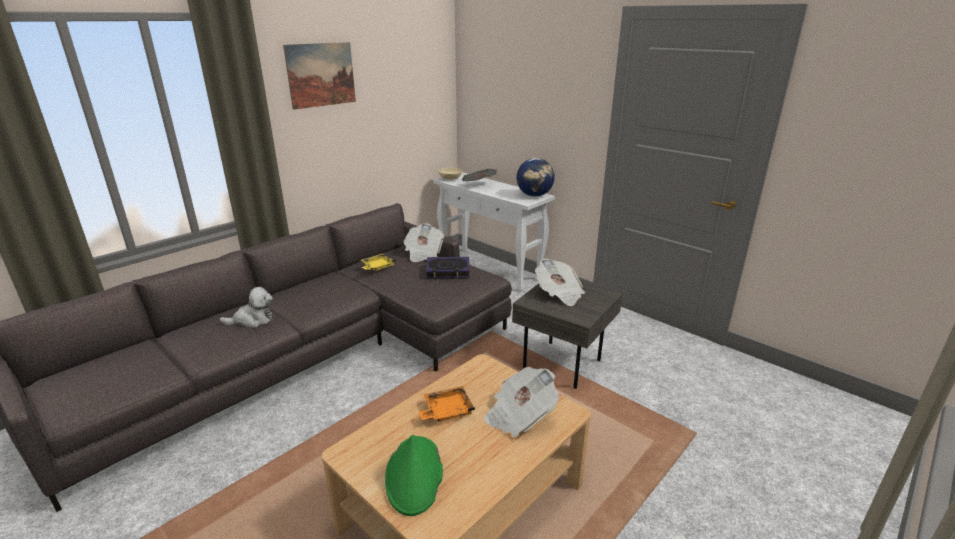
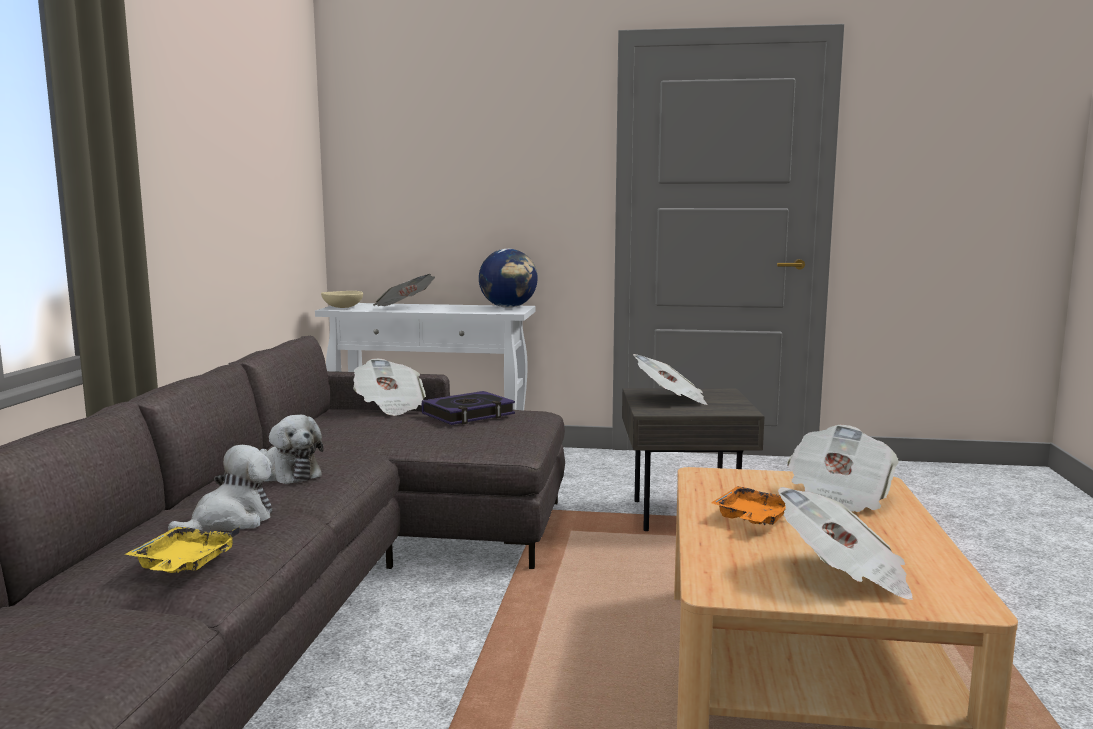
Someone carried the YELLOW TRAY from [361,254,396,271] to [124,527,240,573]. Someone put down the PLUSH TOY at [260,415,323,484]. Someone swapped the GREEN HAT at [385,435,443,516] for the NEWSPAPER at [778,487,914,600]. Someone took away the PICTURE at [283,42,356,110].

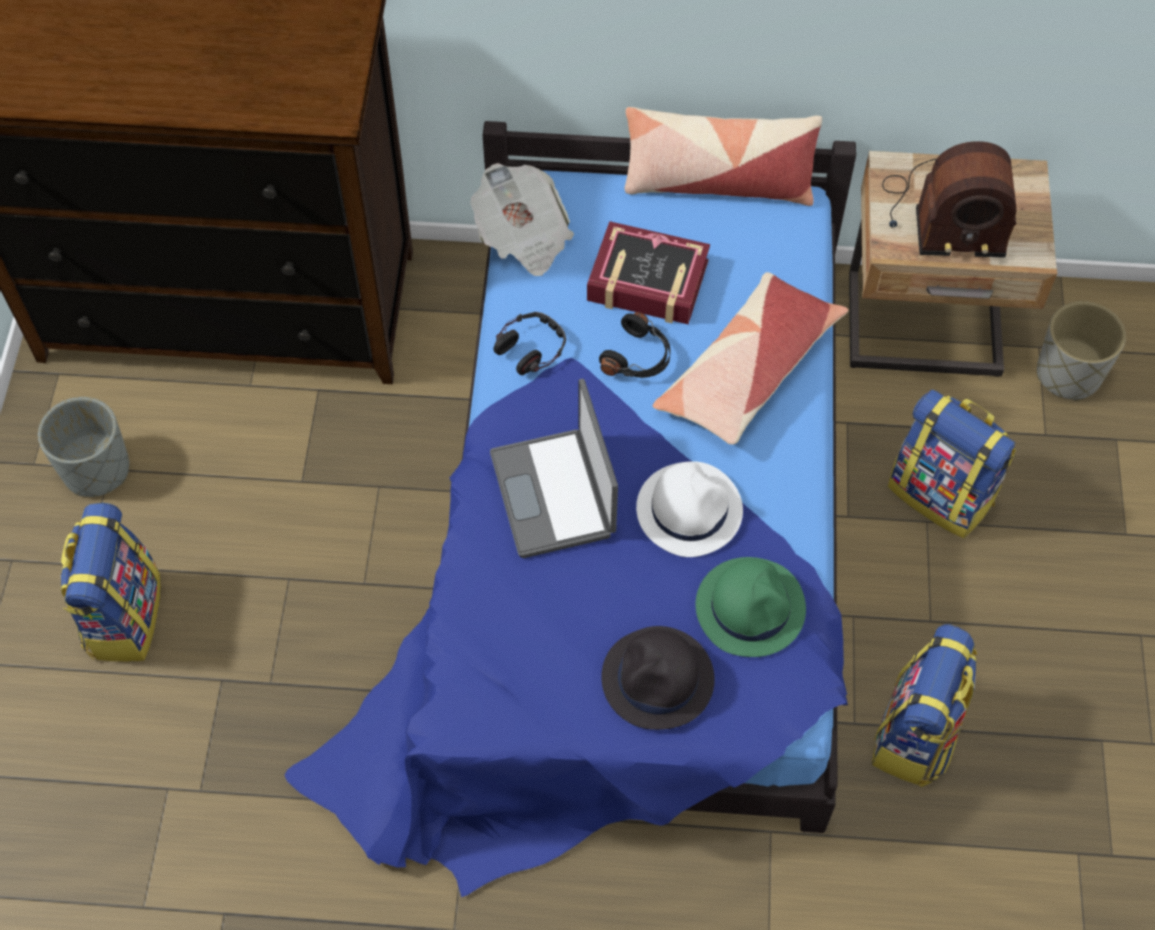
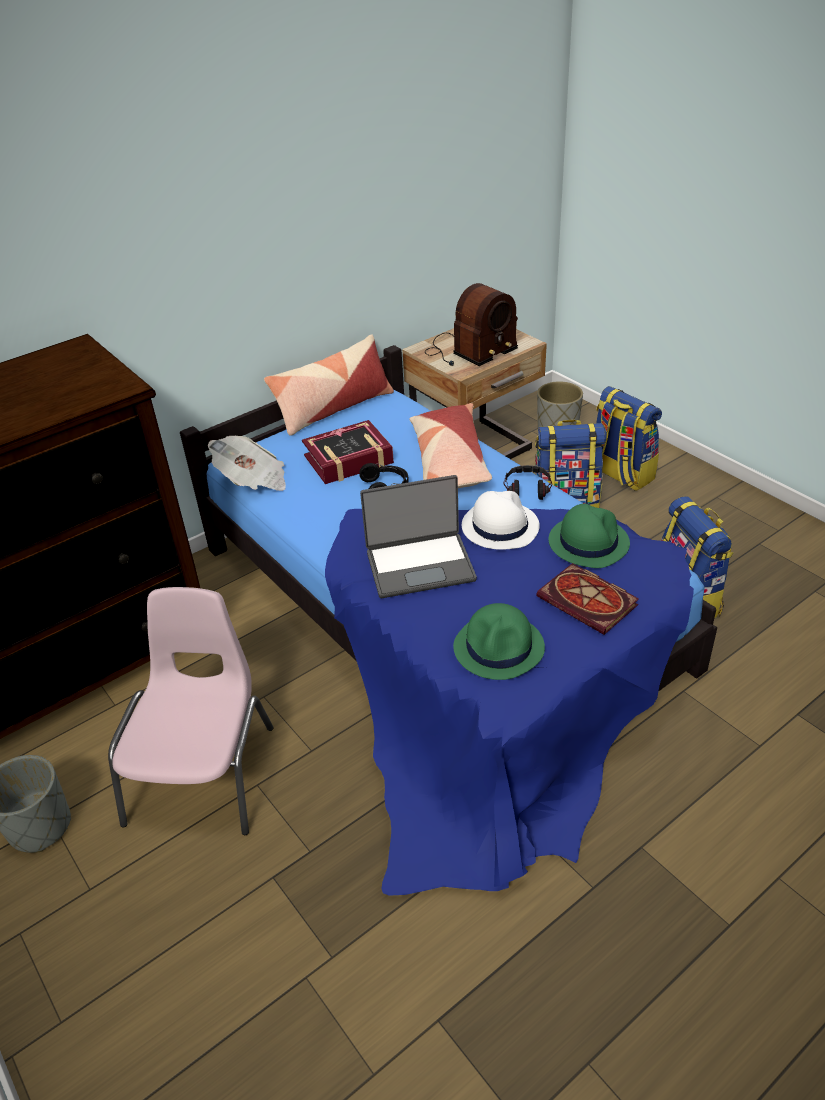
Someone put down the PINK CHAIR at [108,587,273,835]. Someone rotated the LAPTOP at [490,379,618,558] by 45 degrees counterclockwise. Someone put down the GREEN HAT at [453,603,545,680]. Someone carried the HEADPHONES from [493,312,566,375] to [504,465,552,500]. Someone swapped the BLACK HAT at [601,626,715,730] for the BOOK at [536,563,639,635]. Someone carried the BACKPACK from [61,503,161,661] to [596,386,662,491].

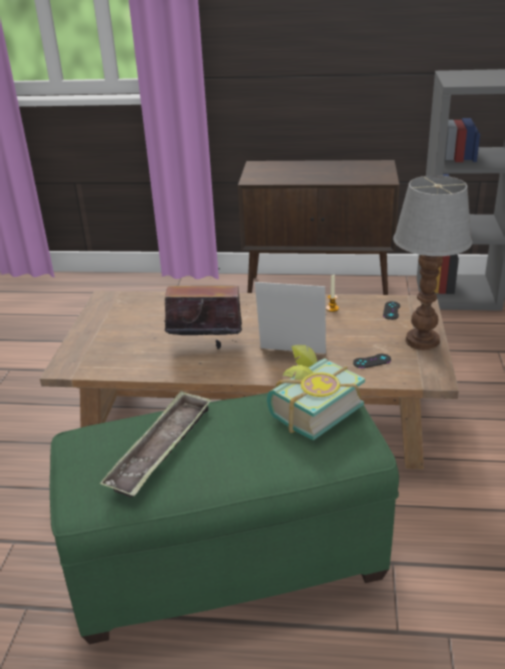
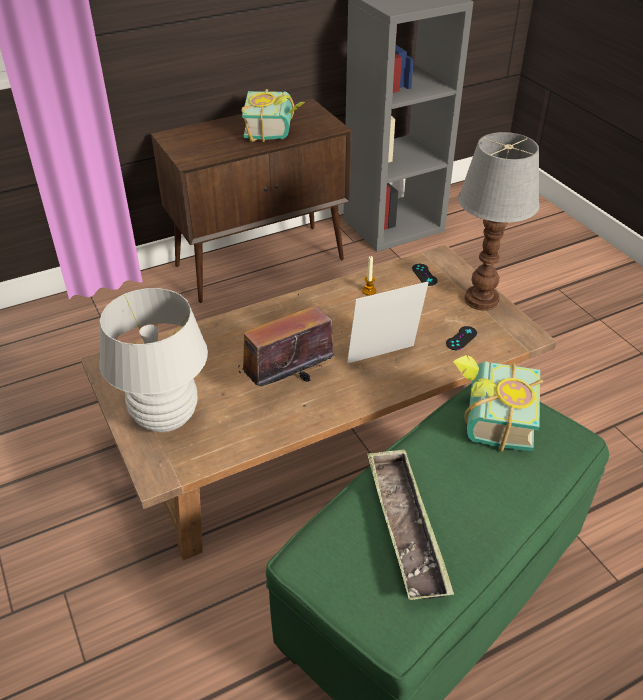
Someone put down the WHITE TABLE LAMP at [99,288,208,432]. Someone put down the BOOK at [241,89,305,142].

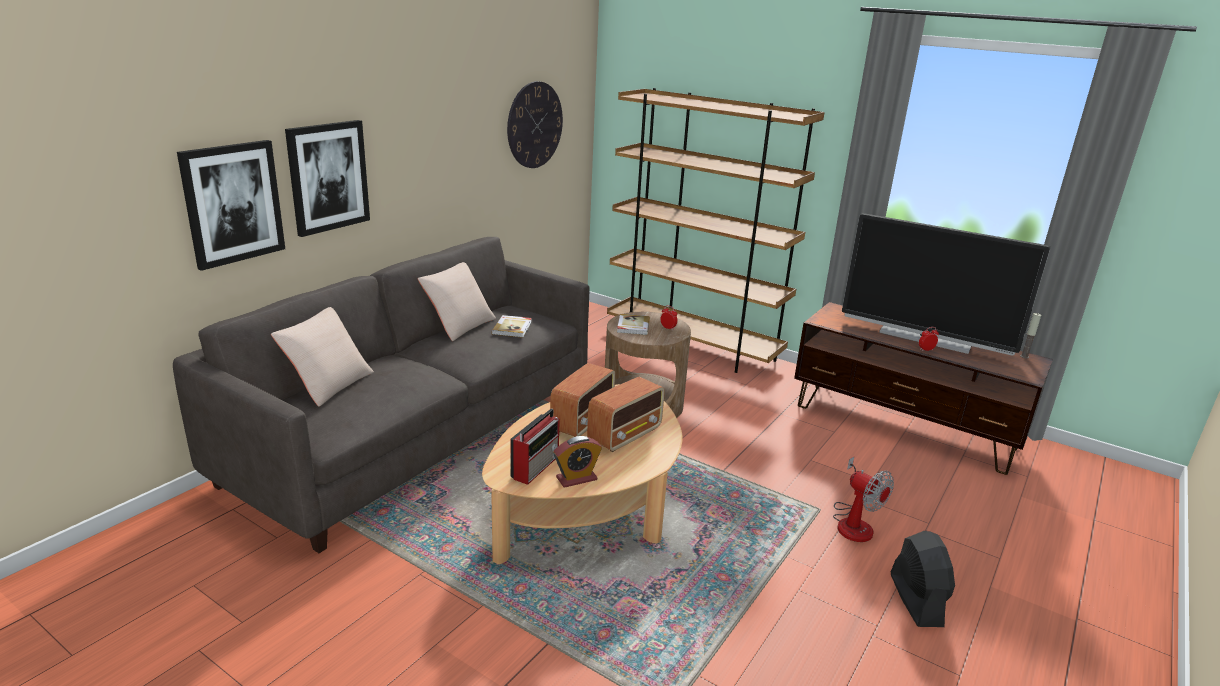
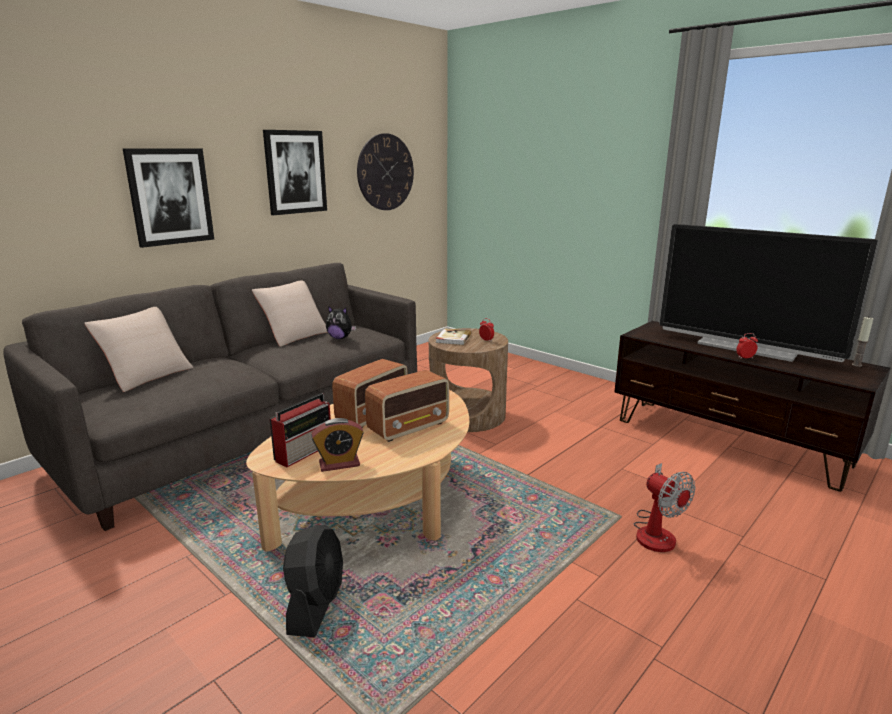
Someone carried the PICTURE from [177,140,285,271] to [263,130,327,215]. Someone carried the BLACK FAN from [891,531,955,627] to [283,525,343,638]. Someone swapped the BOOK at [492,315,532,338] for the PLUSH TOY at [326,306,356,339]. Someone took away the BROWN BOOKCASE at [607,88,825,373].

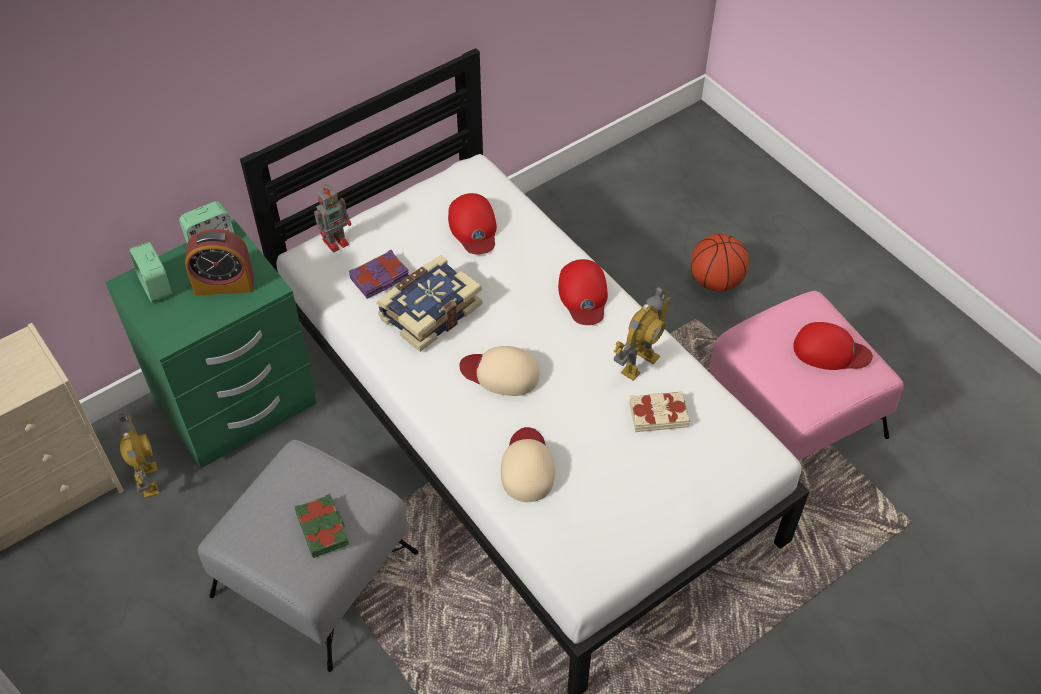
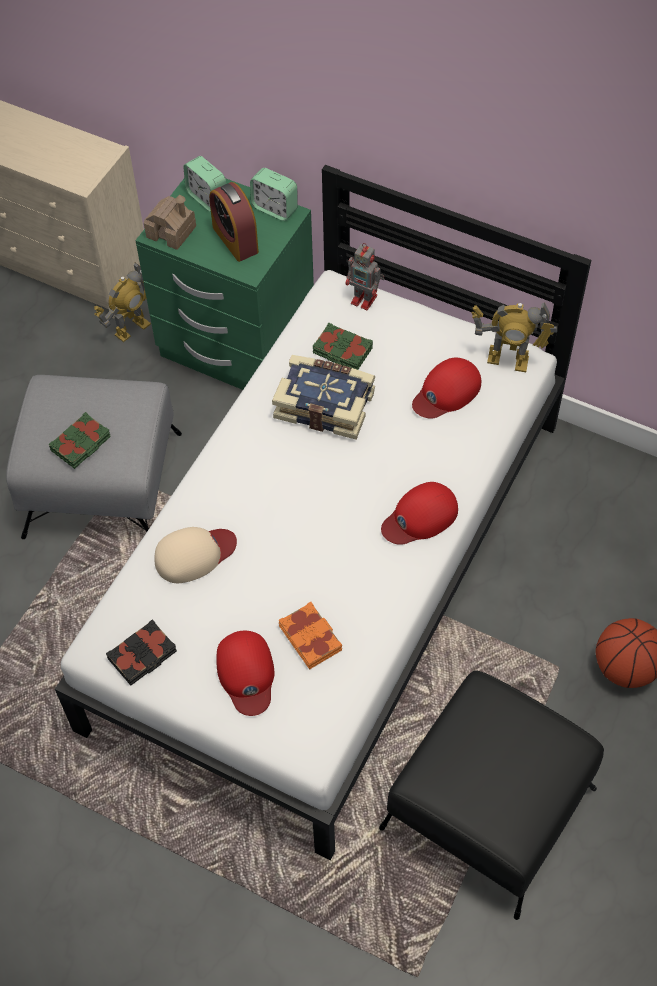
Someone put down the BLACK BOOK at [106,619,177,685]. Someone put down the TOY HOUSE at [144,195,196,250]. Someone rotated the ALARM CLOCK at [129,242,172,302] by 75 degrees counterclockwise. Someone carried the RED CAP from [793,322,873,370] to [216,631,274,716]. Someone repainted the BEIGE BOOK at [629,391,690,432], which became the ORANGE BOOK at [279,602,342,669]. Someone repainted the PURPLE BOOK at [349,250,409,299], which became the GREEN BOOK at [313,322,373,370]. Someone repainted the PINK OTTOMAN at [709,291,904,461], which became the BLACK OTTOMAN at [379,670,604,920]. Someone carried the TOY ROBOT from [613,287,672,381] to [471,302,557,372]. Someone took away the BEIGE CAP at [459,346,540,396].

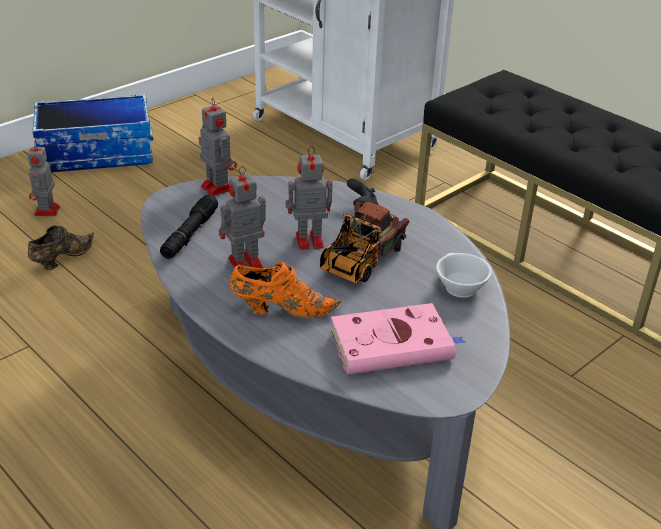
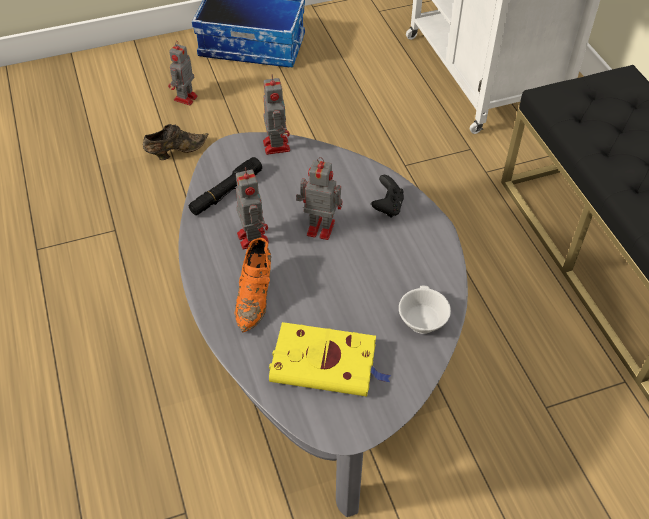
Someone rotated the ORANGE SHOE at [230,262,341,318] by 75 degrees clockwise. Someone rotated the TOY ROBOT at [219,166,266,268] by 75 degrees clockwise. Someone repainted the PINK BOOK at [331,303,465,375], which became the YELLOW BOOK at [269,322,391,397]. Someone took away the TOY TRUCK at [319,201,409,283].

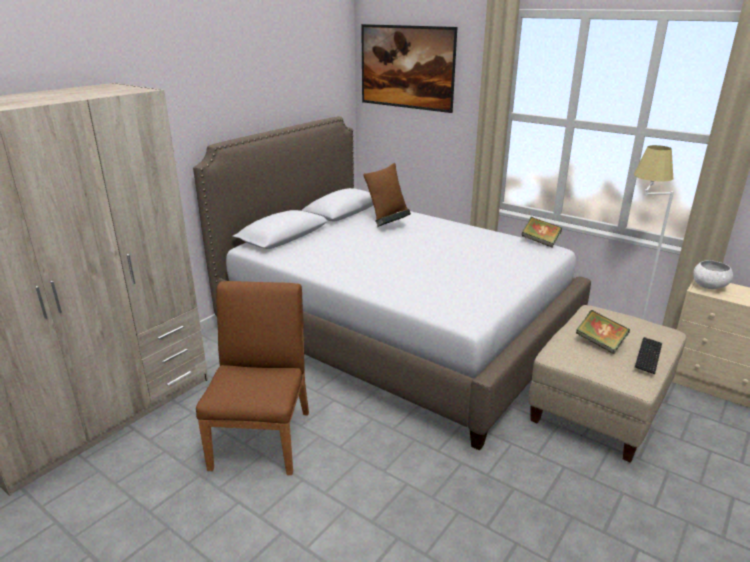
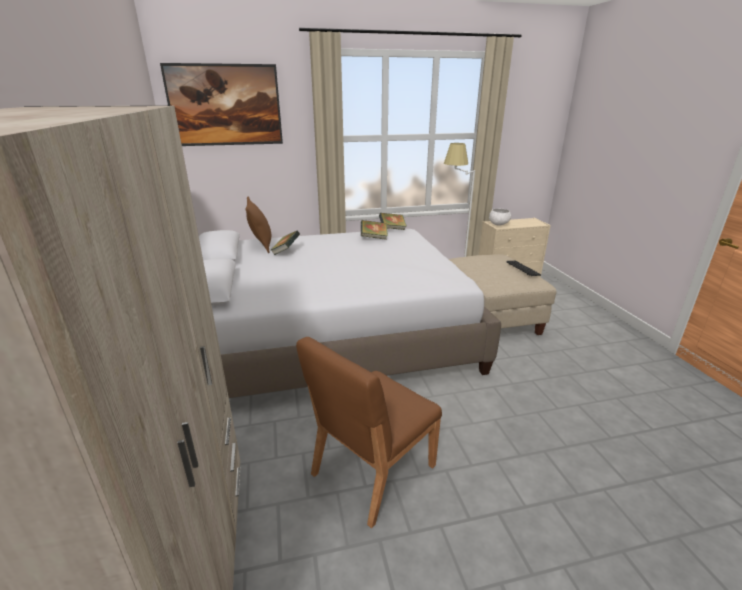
Someone rotated the BROWN CHAIR at [196,281,309,475] by 90 degrees counterclockwise. Someone carried the BOOK from [576,310,630,354] to [361,220,388,240].

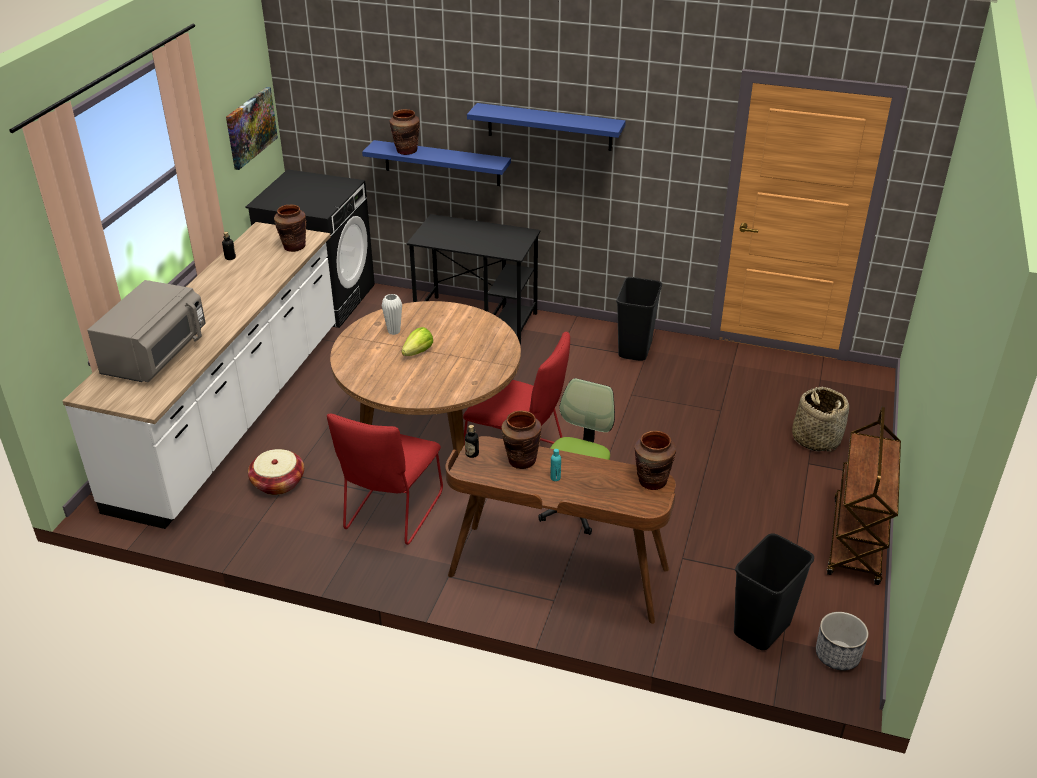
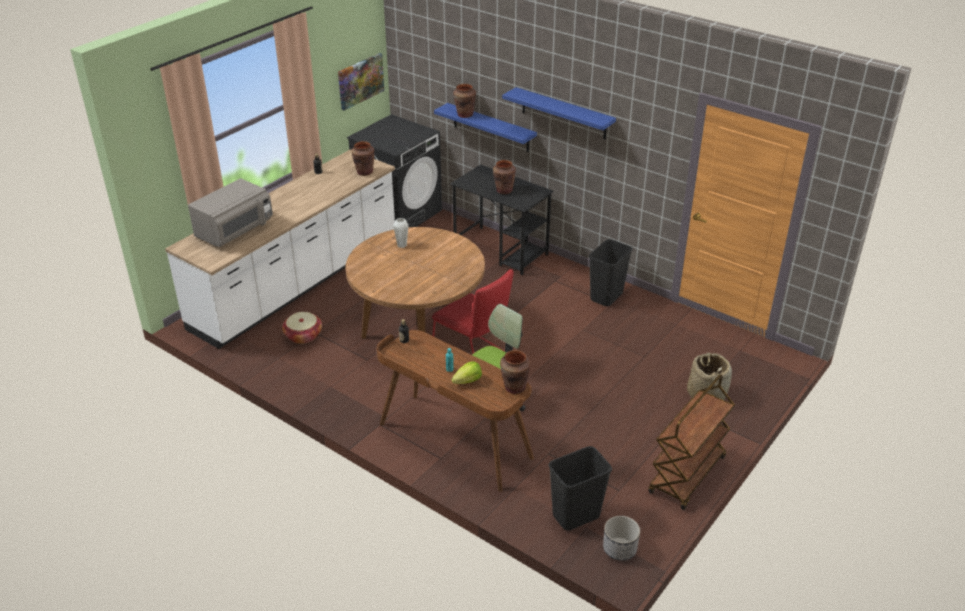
Someone carried the LETTUCE from [401,327,433,356] to [452,361,482,384]. Someone carried the BROWN VASE from [502,411,542,469] to [493,160,516,194]. Someone took away the RED CHAIR at [327,414,443,545].

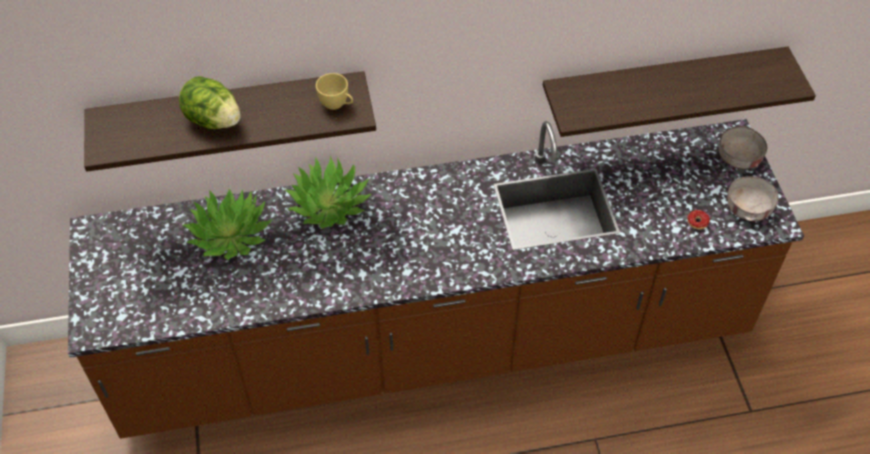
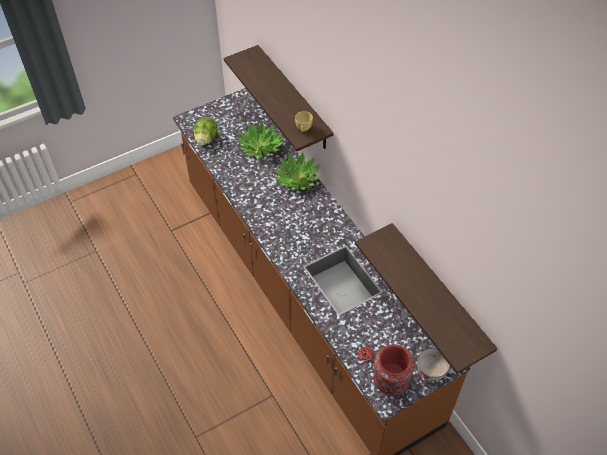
Someone carried the LETTUCE from [179,76,240,129] to [193,117,218,145]. Someone swapped the GREY BOWL at [727,176,778,221] for the RED VASE at [373,344,415,396].

